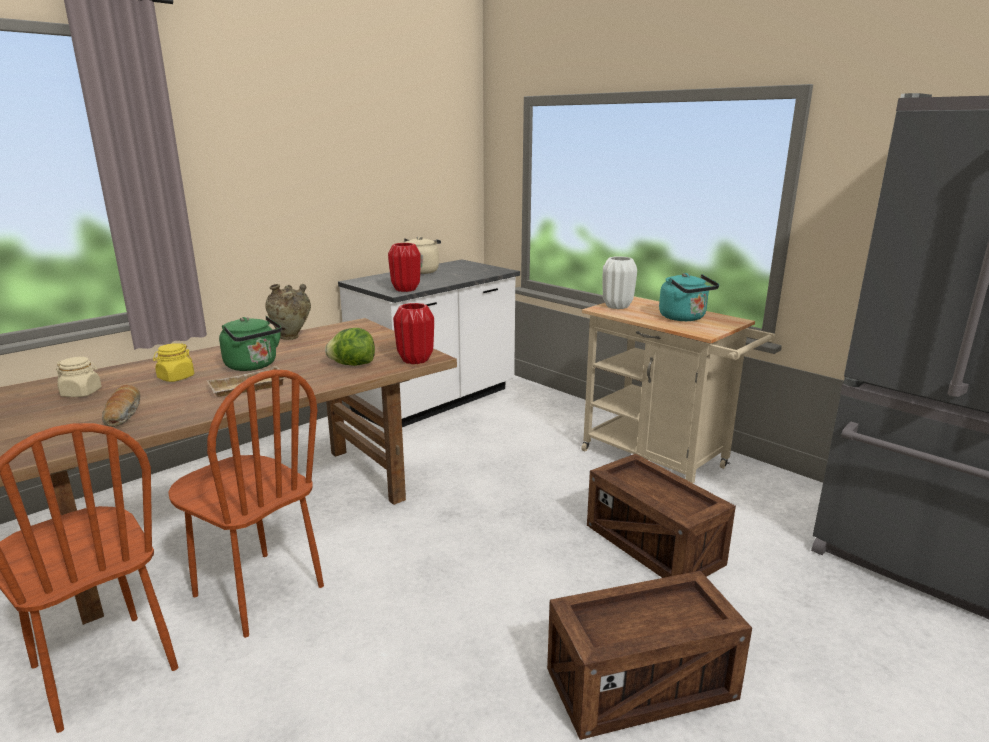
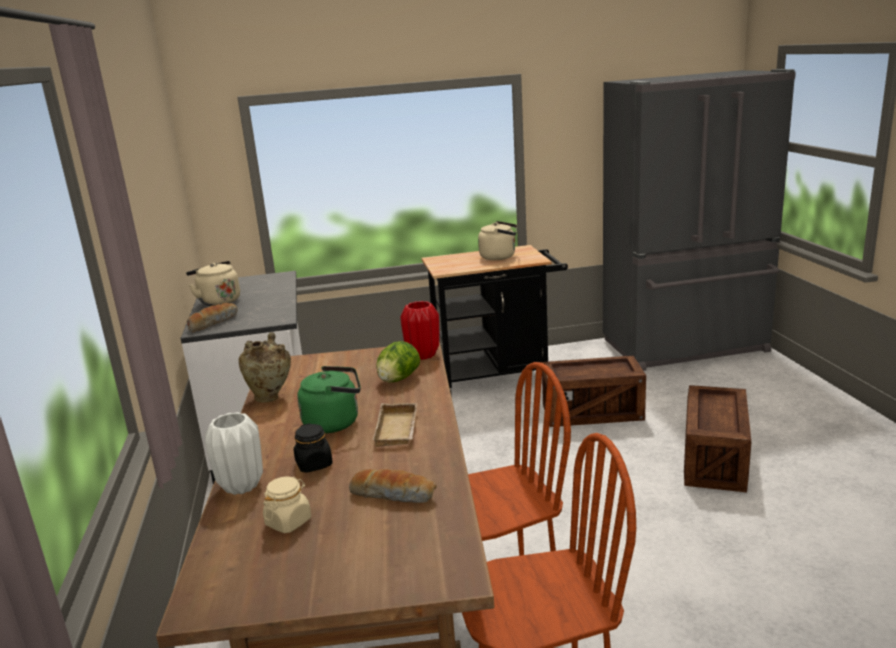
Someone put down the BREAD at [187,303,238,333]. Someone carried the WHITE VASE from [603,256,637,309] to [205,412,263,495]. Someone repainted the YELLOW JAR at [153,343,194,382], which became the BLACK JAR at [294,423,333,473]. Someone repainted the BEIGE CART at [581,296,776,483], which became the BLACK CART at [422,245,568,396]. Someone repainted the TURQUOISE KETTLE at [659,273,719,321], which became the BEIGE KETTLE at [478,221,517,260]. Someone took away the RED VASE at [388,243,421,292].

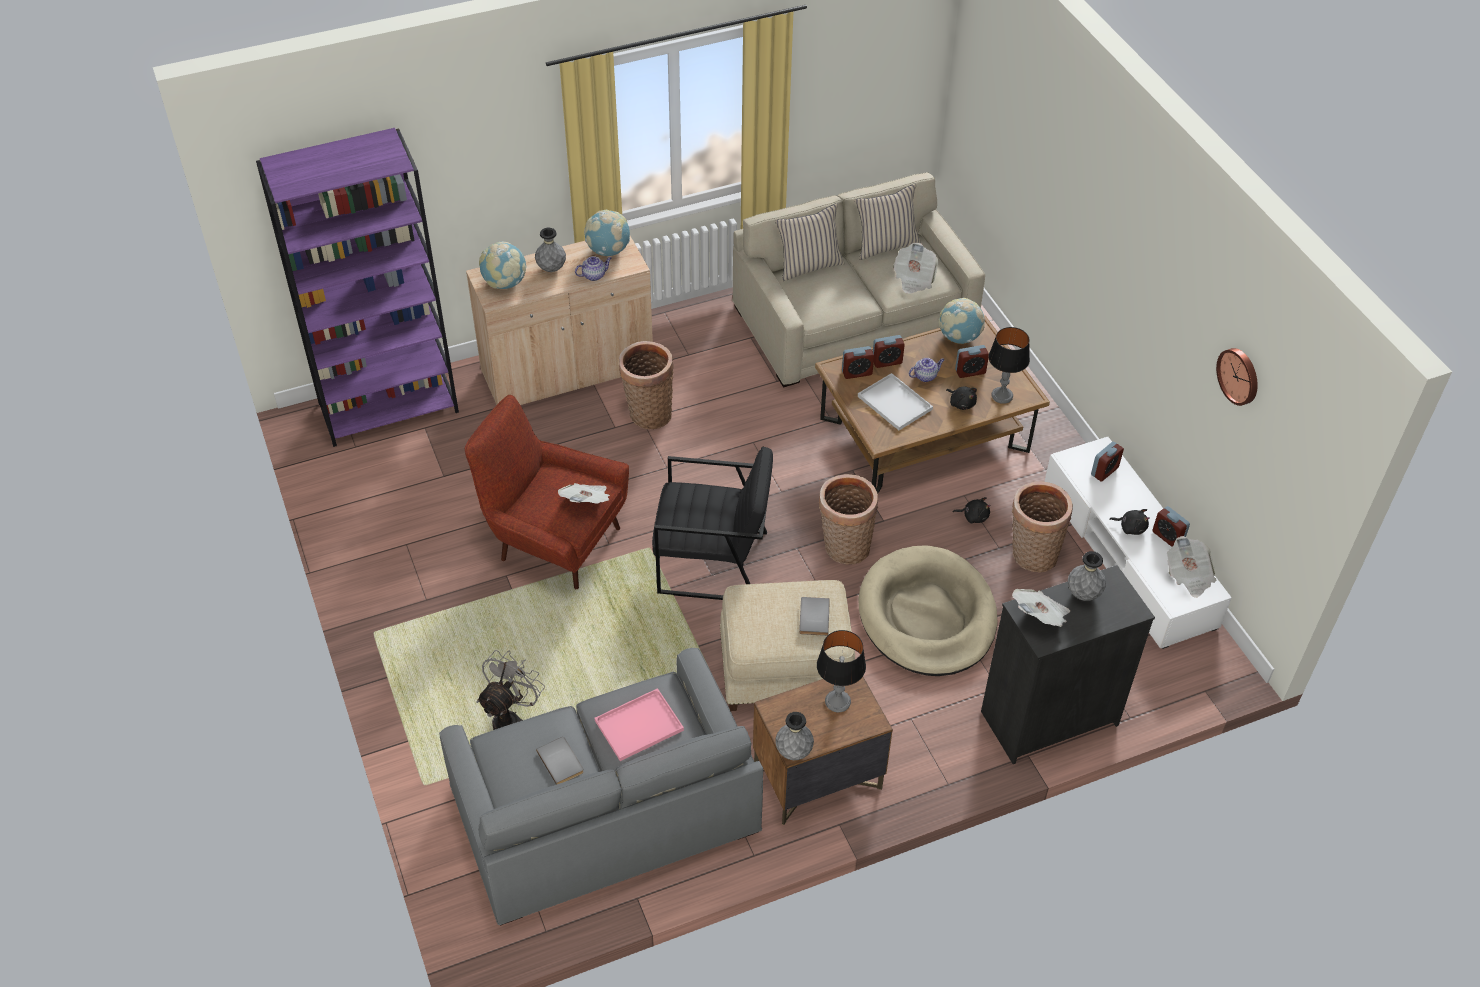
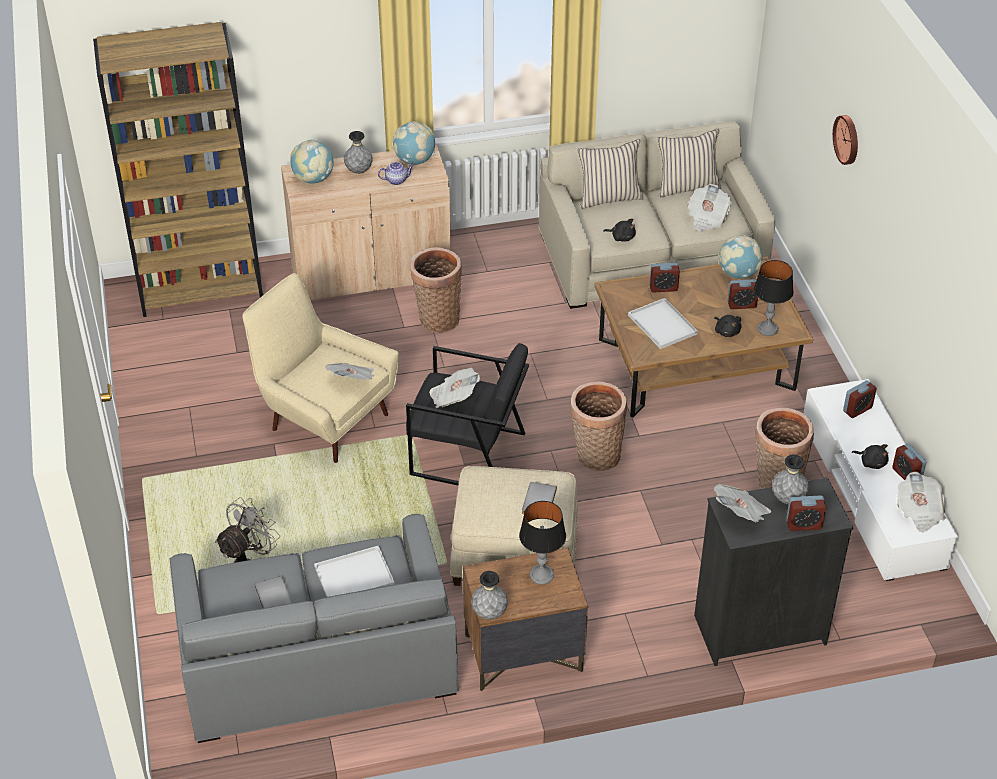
Someone repainted the PURPLE BOOKCASE at [256,128,459,447], which became the BROWN BOOKCASE at [93,22,263,317]. Someone repainted the RED ARMCHAIR at [465,395,629,589], which became the BEIGE ARMCHAIR at [242,273,399,463]. Someone repainted the PINK TRAY at [595,688,684,761], which became the WHITE TRAY at [314,546,395,597]. Someone put down the NEWSPAPER at [429,368,480,408]. Someone carried the BLACK PLUSH TOY from [953,497,990,523] to [603,219,636,242]. Someone carried the ALARM CLOCK from [842,346,874,379] to [786,495,827,531]. Someone carried the WALL CLOCK from [1216,348,1258,406] to [833,115,858,165]. Someone took away the BEIGE DOG BED at [858,545,997,676]. Someone took away the TEAPOT at [909,358,945,382].

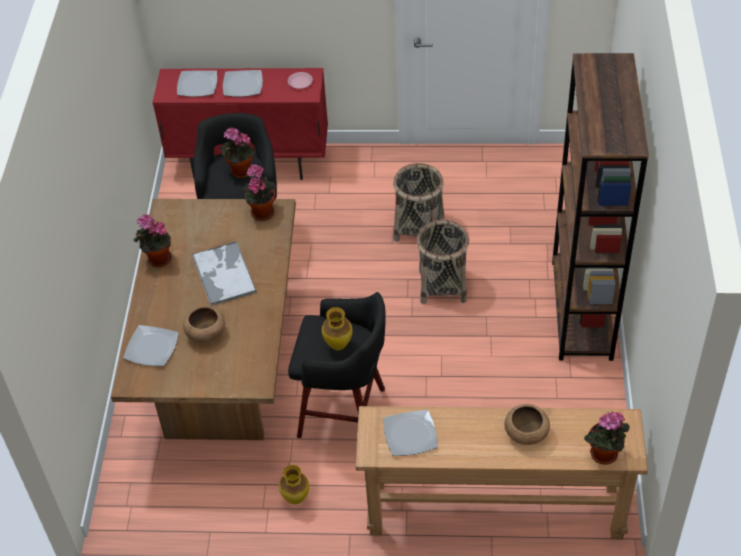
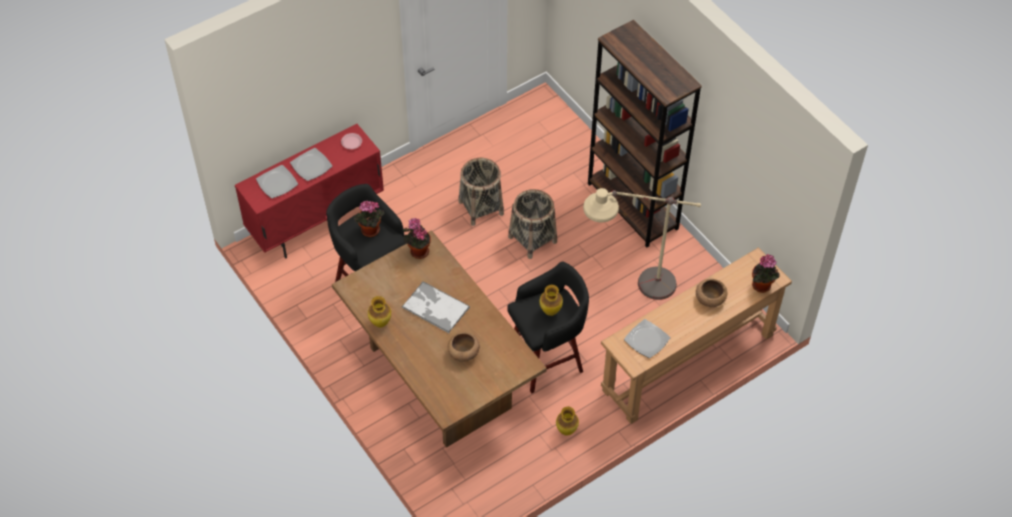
Someone swapped the POTTED PLANT at [134,215,172,267] for the VASE at [368,296,391,328]. Someone put down the BEIGE FLOOR LAMP at [583,188,701,300]. Someone took away the PLATE at [123,325,179,366].

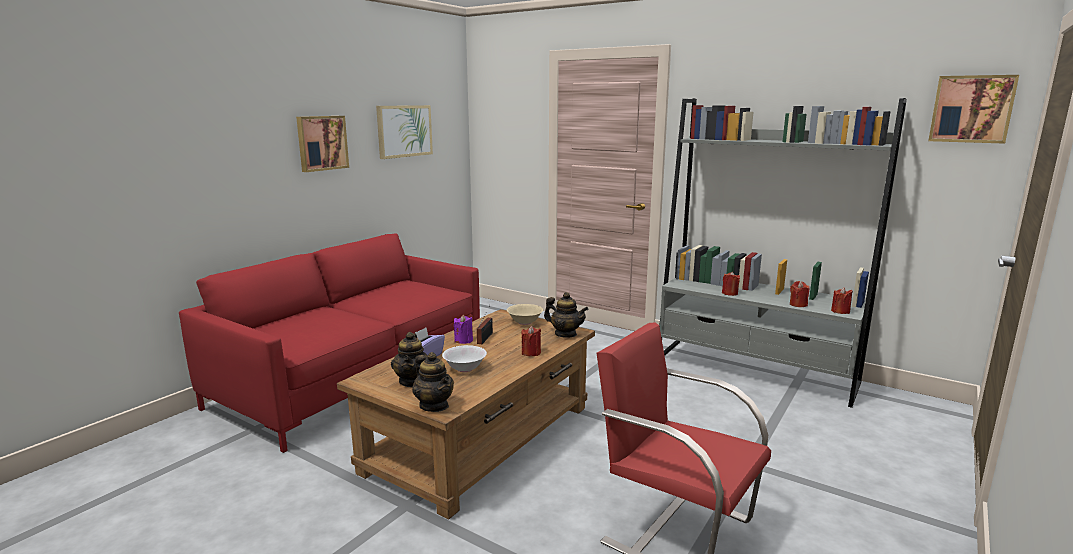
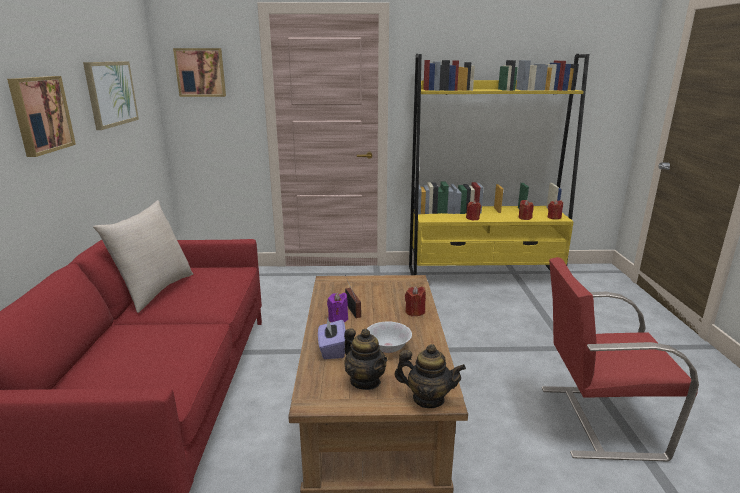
Someone put down the BEIGE PILLOW at [93,200,193,313]. Someone carried the PICTURE from [928,75,1019,144] to [173,48,226,97]. Someone repainted the GREY BOOKCASE at [659,98,907,408], which became the YELLOW BOOKCASE at [409,54,589,275]. Someone took away the BEIGE BOWL at [507,304,543,325]. Someone took away the TEAPOT at [544,292,588,338].

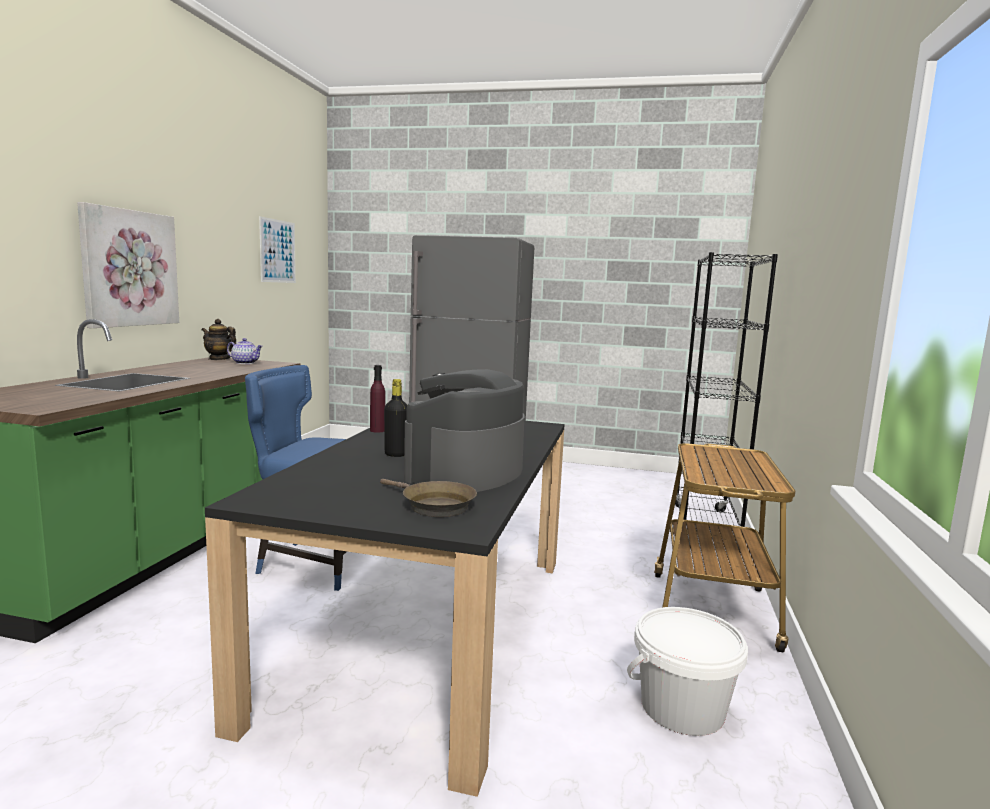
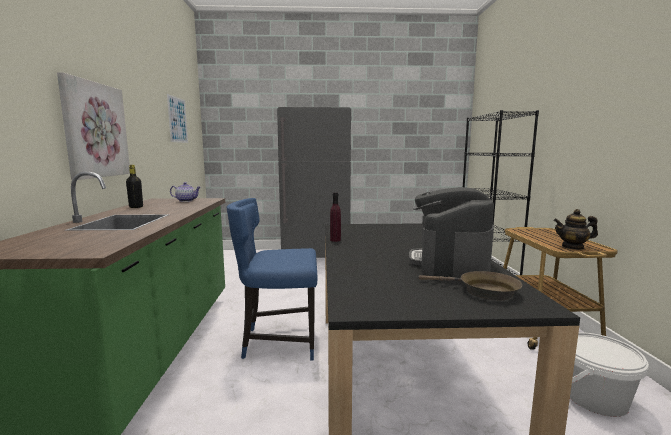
Someone carried the BLACK BOTTLE from [384,379,408,457] to [126,165,143,208]. Someone carried the TEAPOT from [201,319,236,360] to [554,209,598,250].

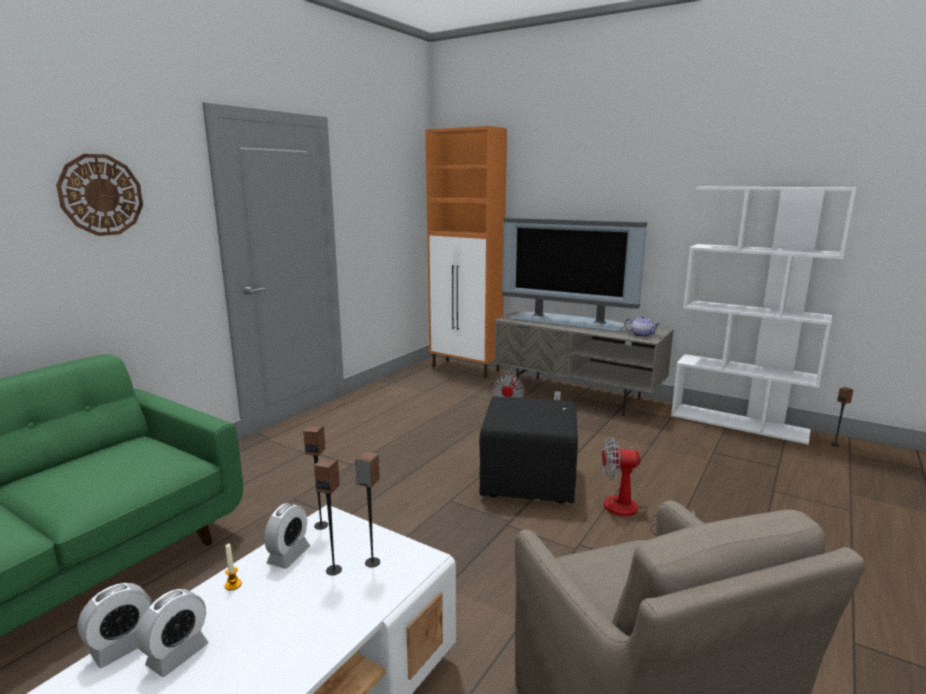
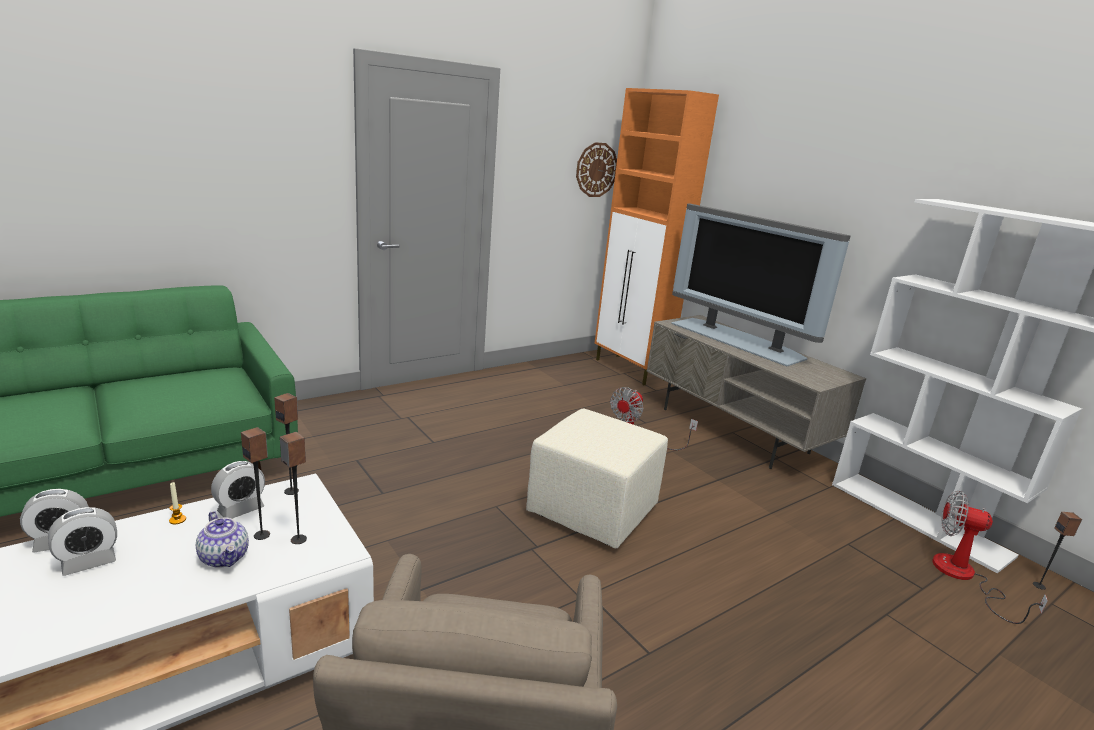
Someone carried the TEAPOT from [625,316,660,337] to [196,511,249,568]. Someone repainted the BLACK OTTOMAN at [479,397,578,503], which became the BEIGE OTTOMAN at [526,408,668,548]. Someone carried the WALL CLOCK from [56,154,143,236] to [576,142,617,197]. Someone carried the FAN from [602,437,696,536] to [932,491,1048,624].

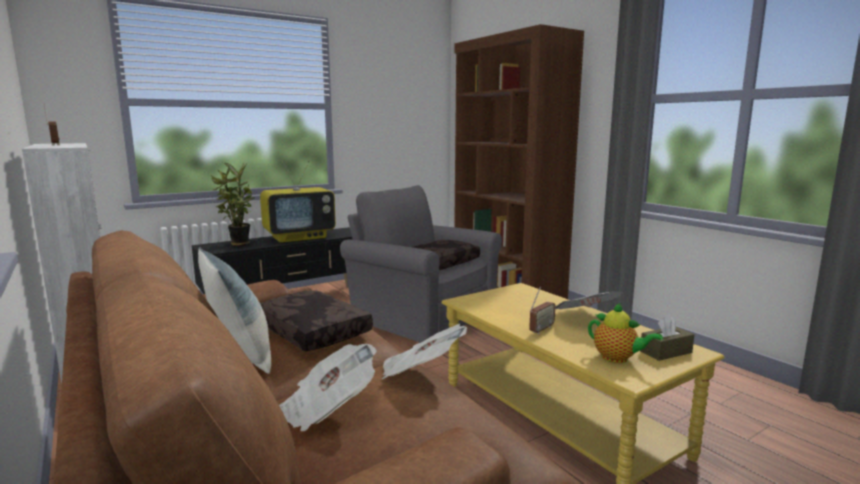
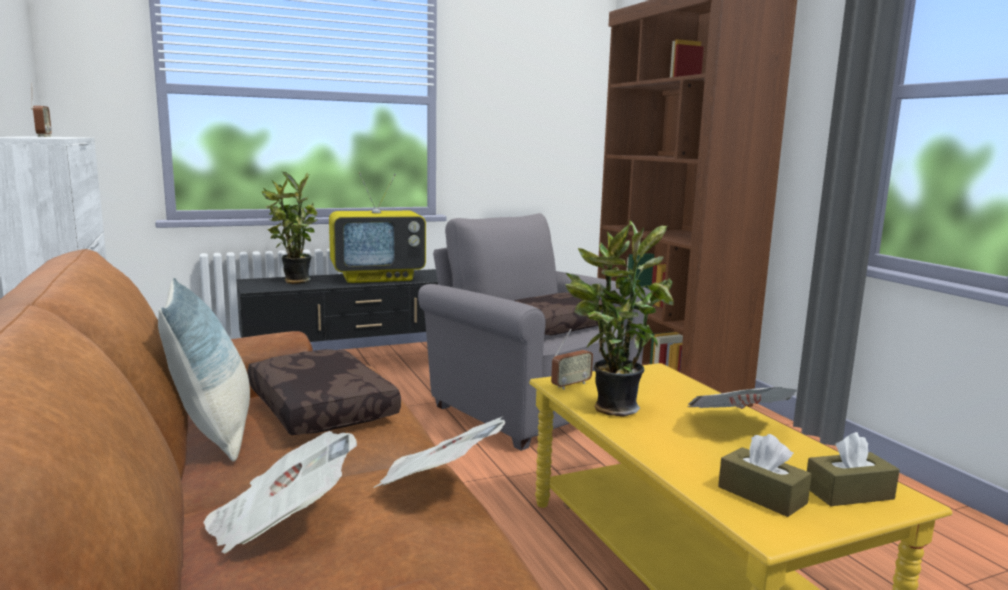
Someone carried the RADIO from [529,286,555,334] to [551,328,593,389]. Someone put down the POTTED PLANT at [565,219,674,417]. Someone swapped the TEAPOT at [588,303,663,363] for the BROWN TISSUE BOX at [718,434,812,517].

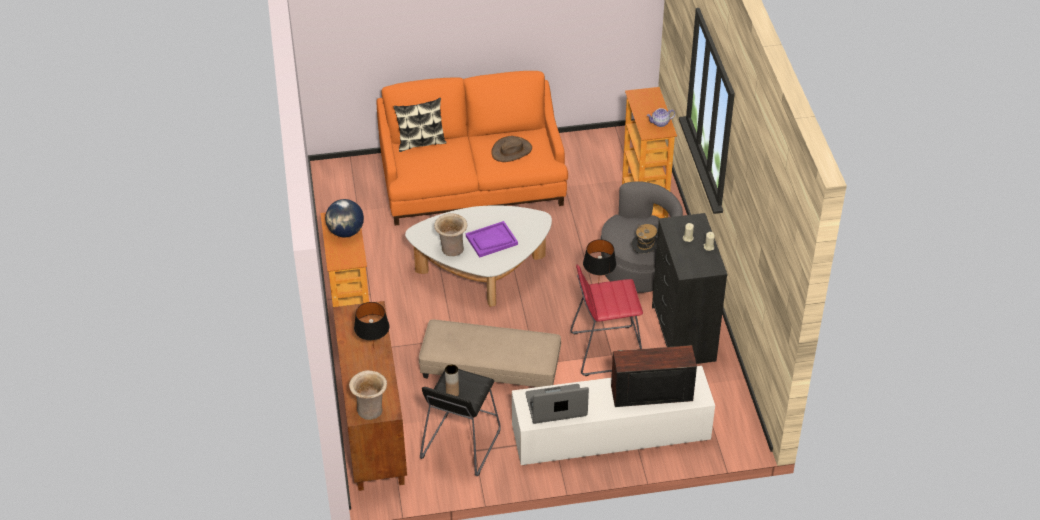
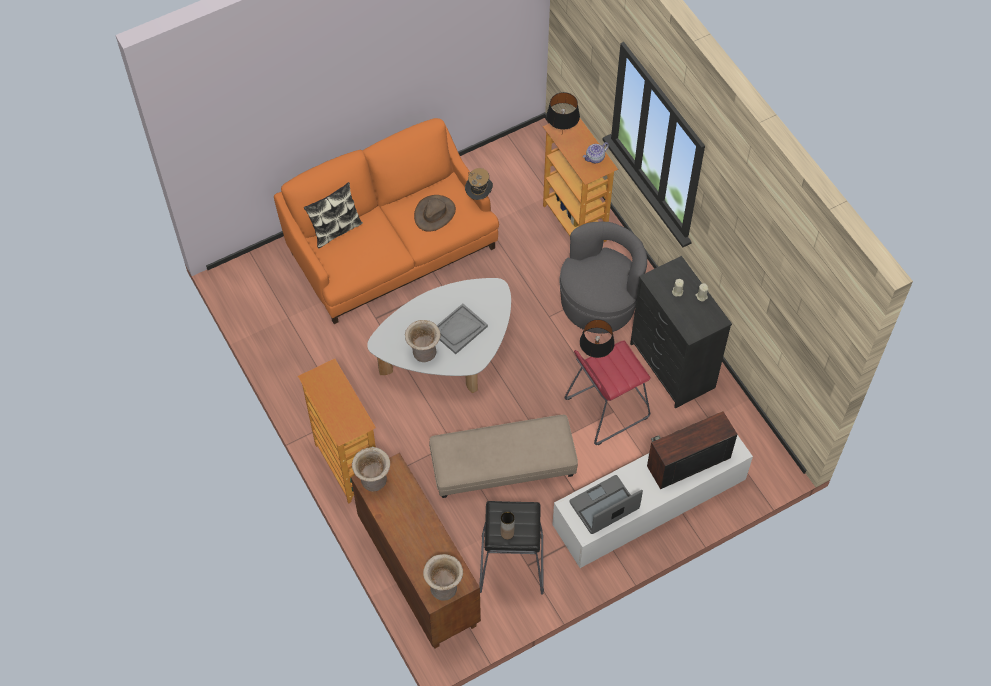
Someone put down the BEIGE VASE at [352,447,390,492]. Someone repainted the PURPLE TRAY at [466,221,518,258], which became the GREY TRAY at [437,304,488,354]. Someone carried the HAT from [632,224,657,254] to [465,168,493,200]. Someone carried the BLACK TABLE LAMP from [354,302,390,347] to [546,92,580,131]. Someone took away the GLOBE at [325,199,364,237].

